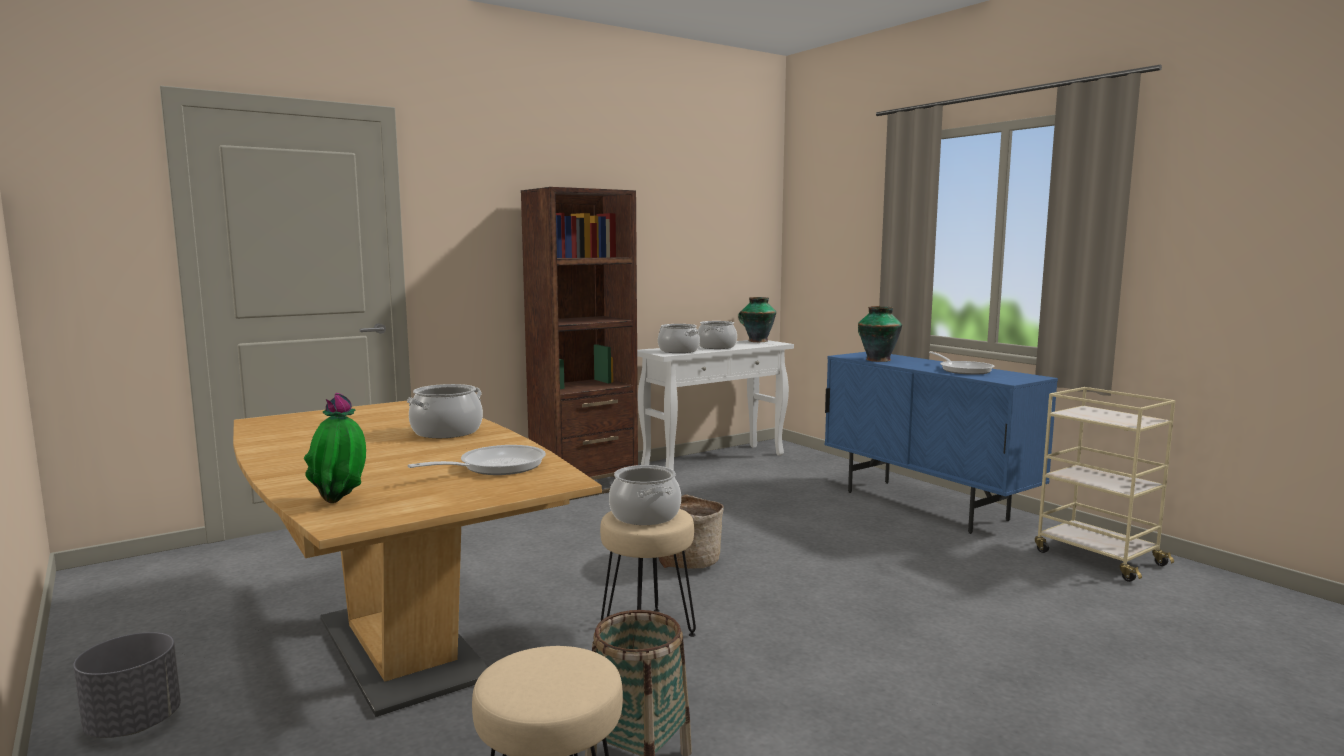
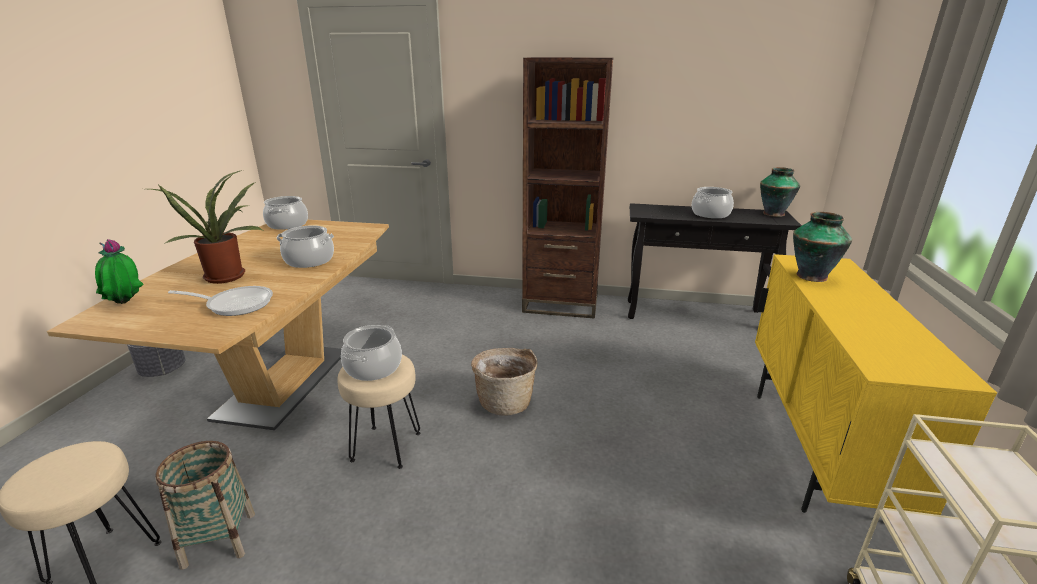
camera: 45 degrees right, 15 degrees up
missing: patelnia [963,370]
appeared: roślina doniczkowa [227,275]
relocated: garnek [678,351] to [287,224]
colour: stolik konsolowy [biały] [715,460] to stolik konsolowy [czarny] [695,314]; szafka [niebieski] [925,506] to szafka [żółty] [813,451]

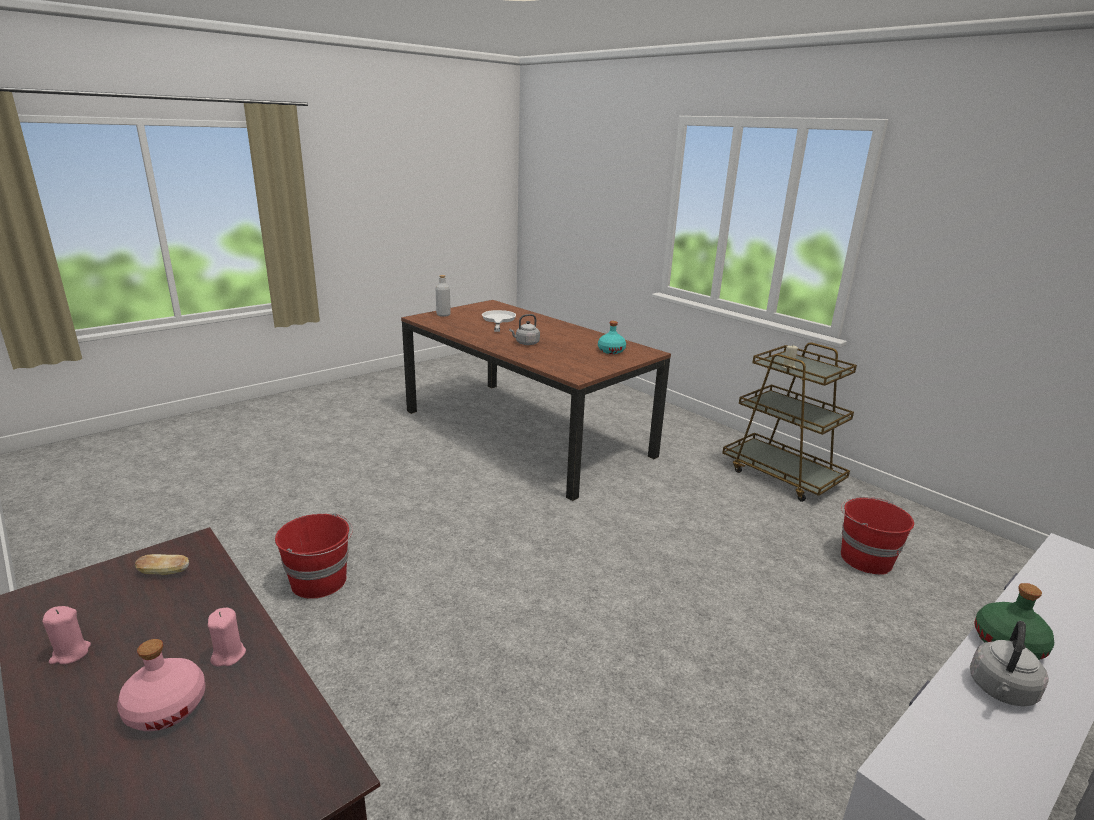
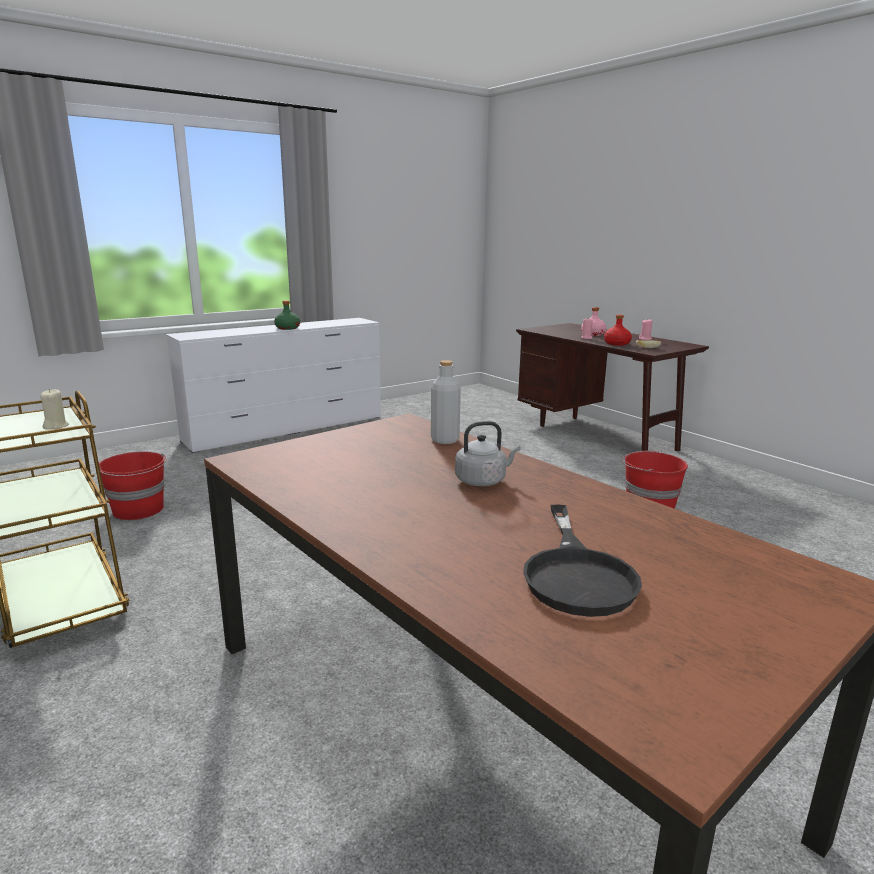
camera: 175 degrees left, 5 degrees down
missing: butelka [turkusowy] [611,351]; czajnik [szary] [1000,691]
appeared: butelka [czerwony] [616,344]
relocated: butelka [szary] [443,315] to [445,440]
colour: patelnia [biały] [498,320] to patelnia [czarny] [577,573]

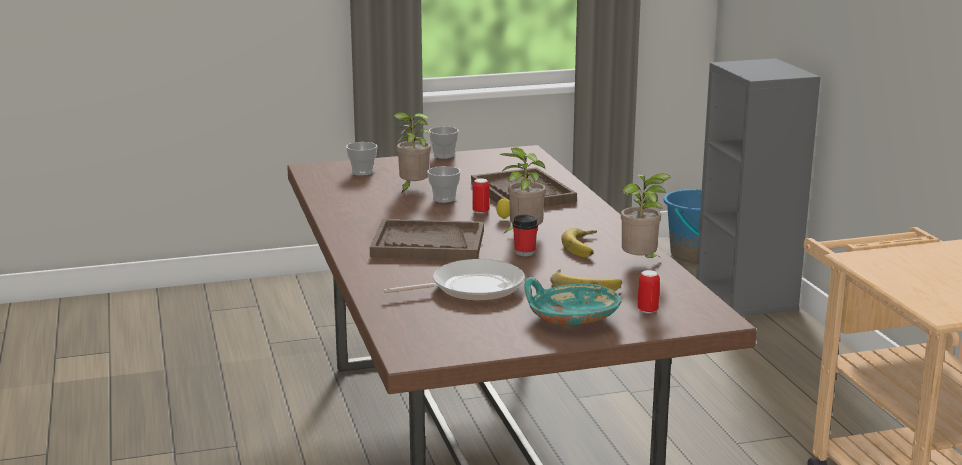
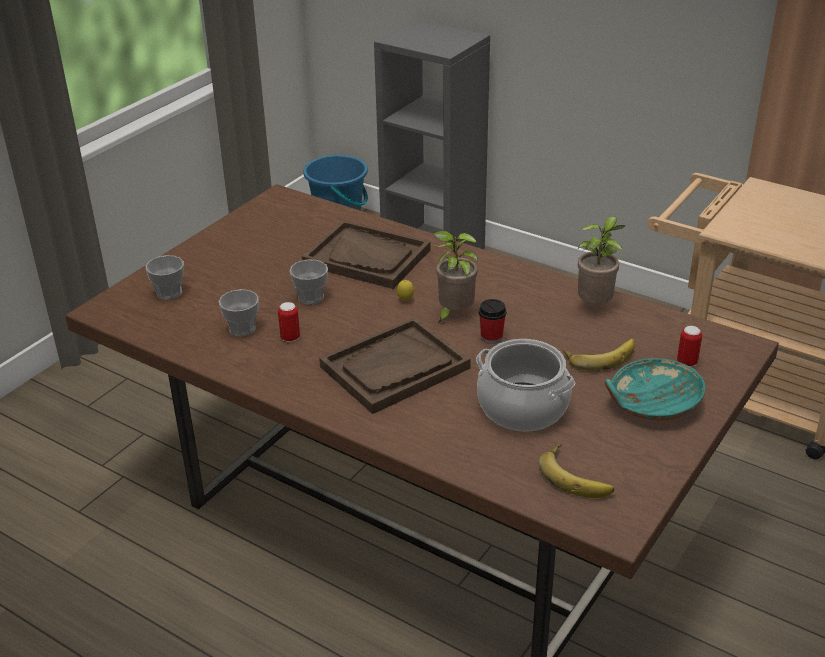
camera: 40 degrees left, 15 degrees up
missing: roślina doniczkowa [412,189]
relocated: filiżanka [444,156] to [242,329]; puszka [480,211] to [290,338]; banan [586,247] to [577,476]
exchanged: patelnia [471,287] to garnek [522,408]

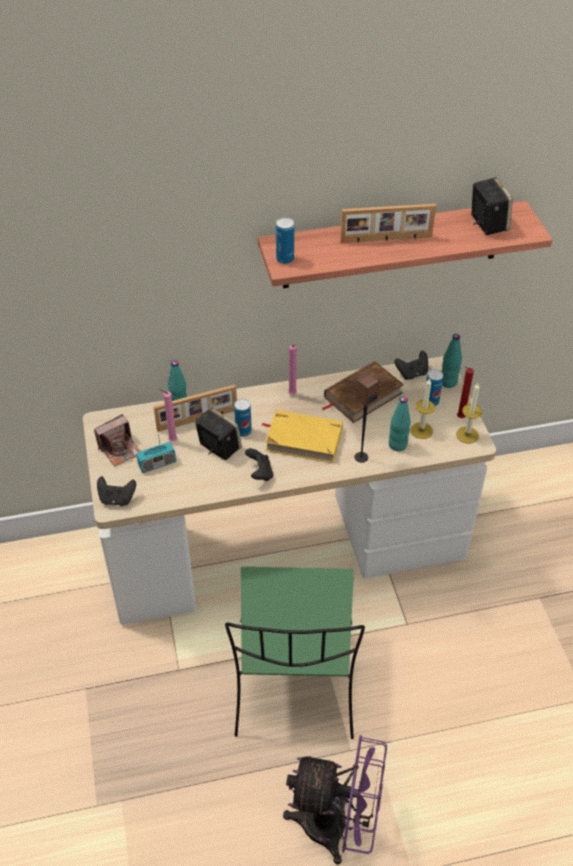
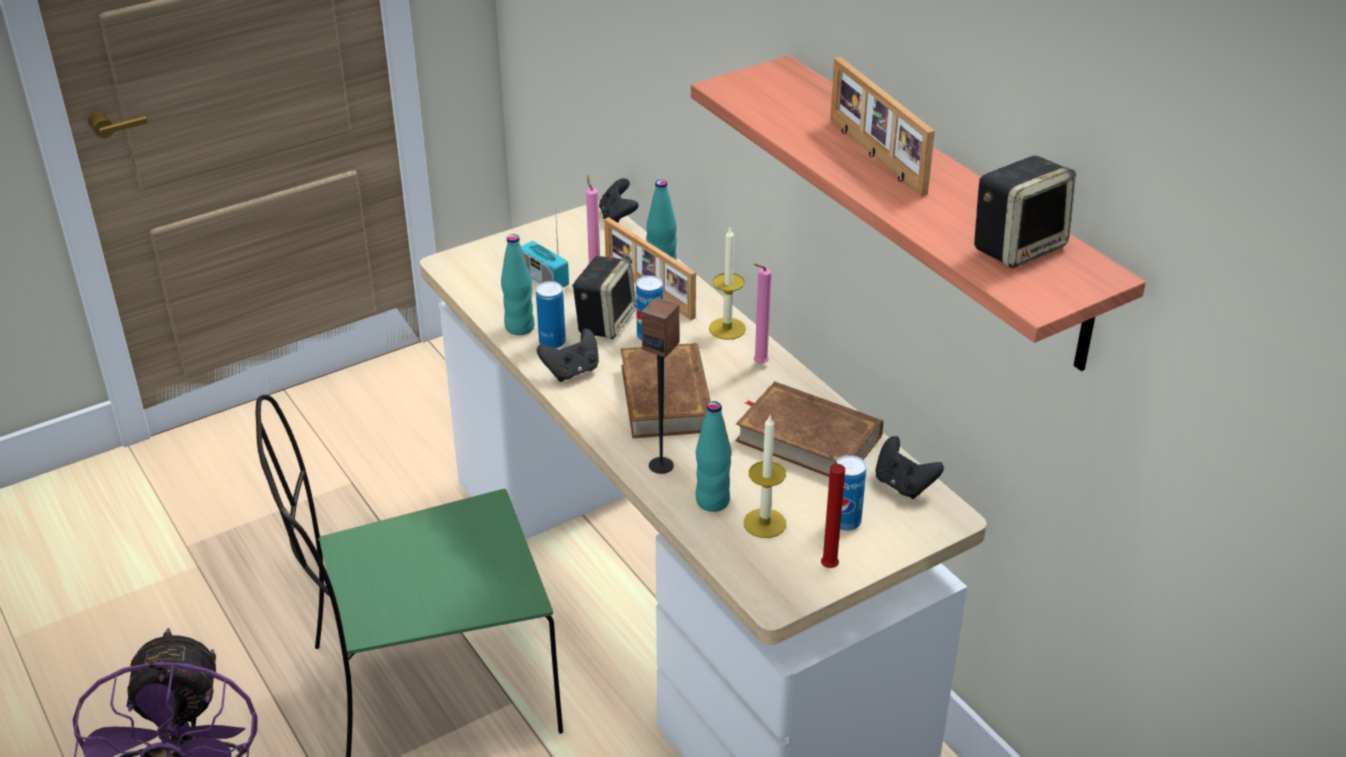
camera: 70 degrees right, 10 degrees down
missing: aparat fotograficzny [120,449]
relocated: pad do gier [czarny] [117,499] to [617,217]; puszka [285,259] to [552,342]; butelka [turkusowy] [448,382] to [519,327]; świeca [467,435] to [727,328]
colour: książka [żółty] [303,439] to książka [brązowy] [667,397]

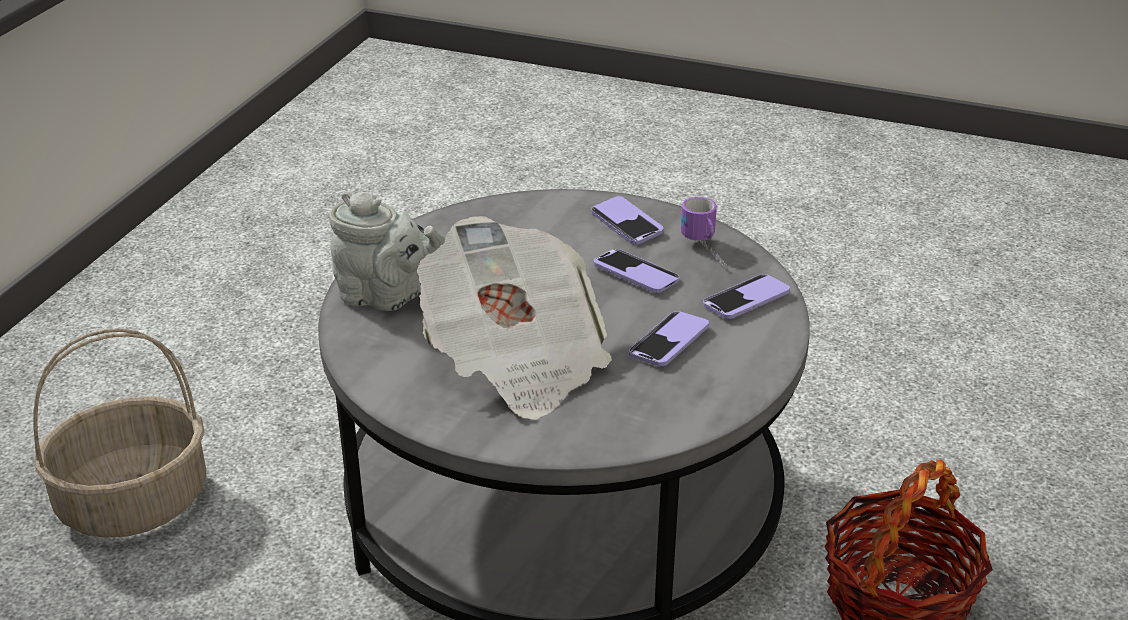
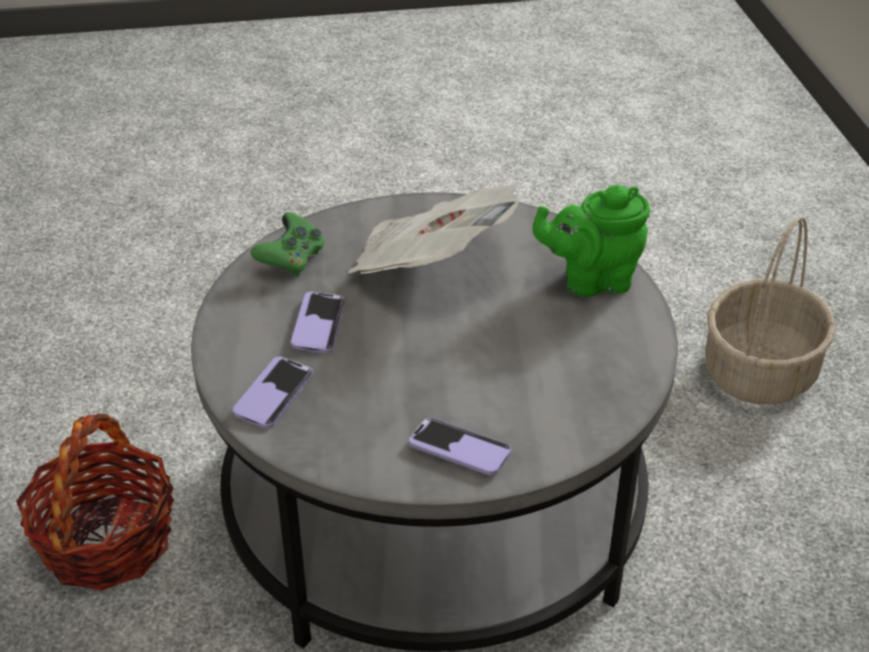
camera: 150 degrees right, 5 degrees up
missing: telefon [635,273]; kubek [706,251]
appeared: pad do gier [zielony] [291,261]
colour: imbryk [szary] [386,296] to imbryk [zielony] [591,280]

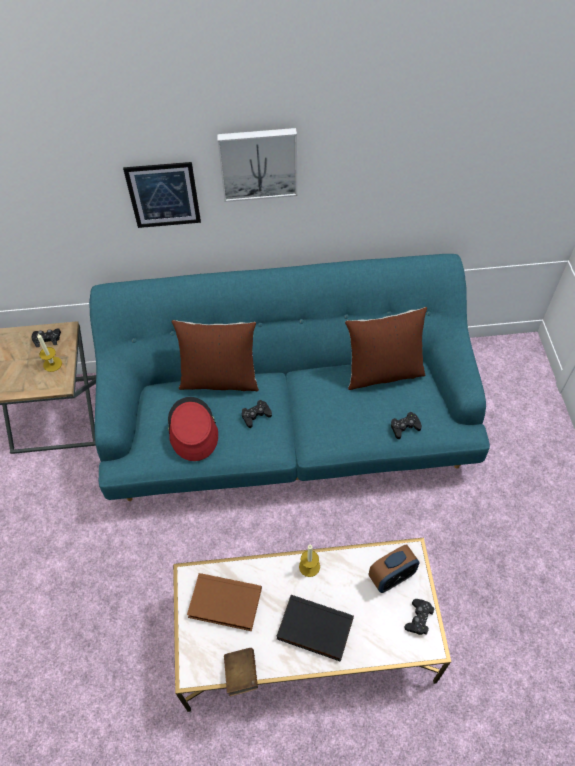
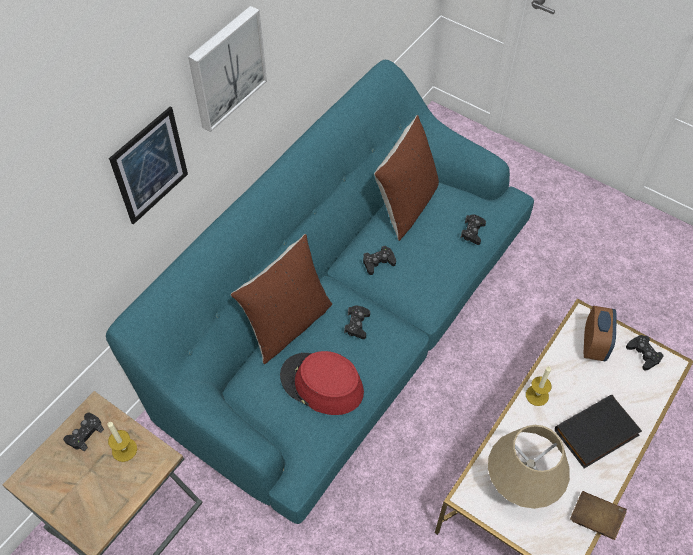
camera: 50 degrees left, 0 degrees up
appeared: pad do gier [czarny] [378,262]
exchanged: książka [brązowy] [224,604] to lampa stołowa [beżowy] [519,486]

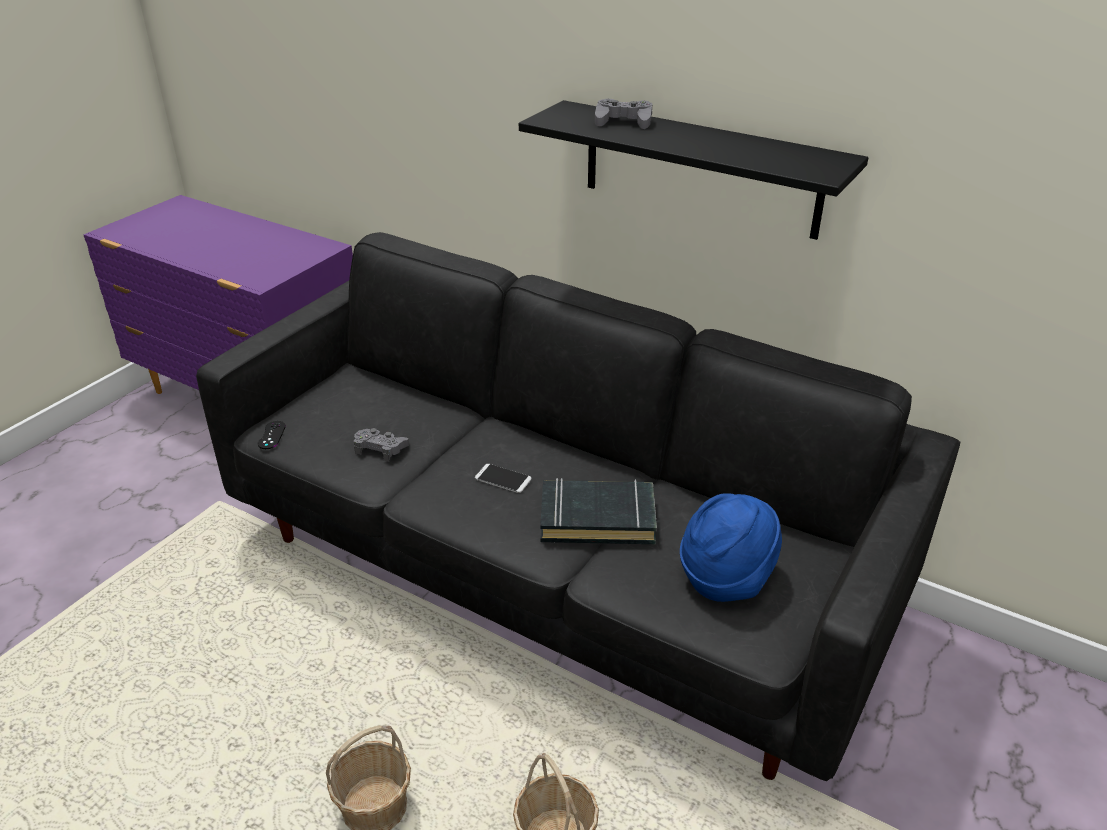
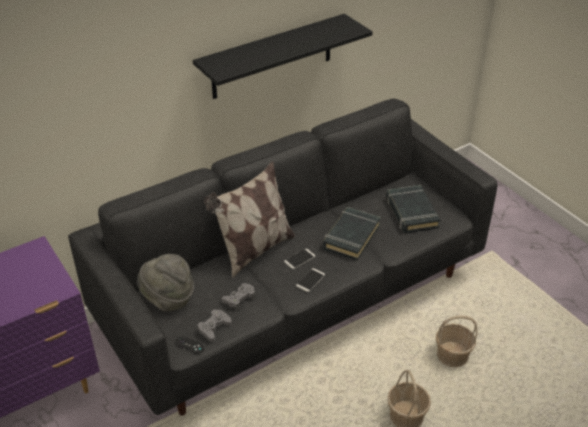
camera: 65 degrees left, 5 degrees up
appeared: kapelusz [szary] [168,299]; poduszka [254,250]; telefon [310,280]
relocated: pad do gier [szary] [623,121] to [214,328]
exchanged: kapelusz [niebieski] [726,576] to książka [czarny] [411,212]

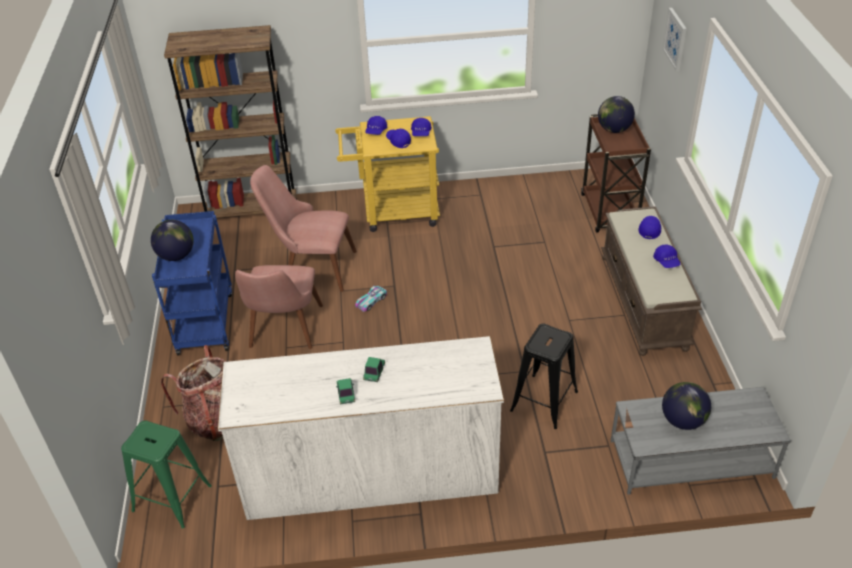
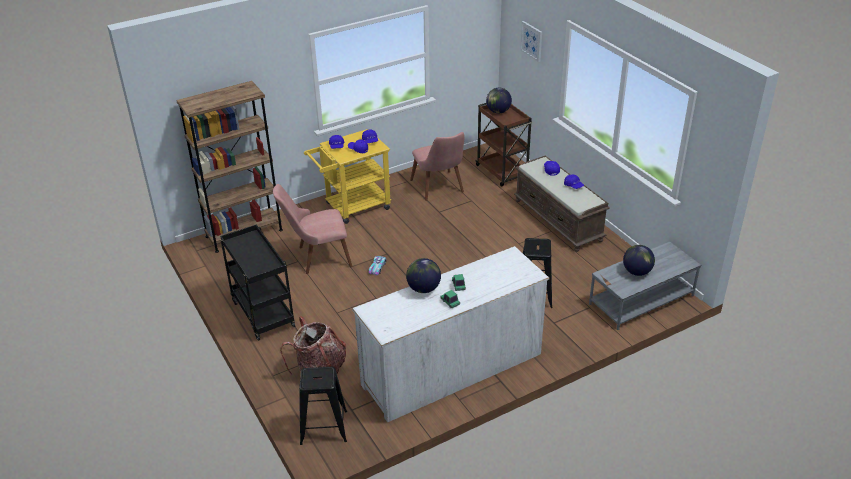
camera: 25 degrees left, 5 degrees down
relocated: globus [176,256] to [423,289]; krzesło [różowy] [284,333] to [440,189]
colour: stołek [zielony] [171,498] to stołek [czarny] [323,427]; wózek [niebieski] [204,321] to wózek [czarny] [262,313]

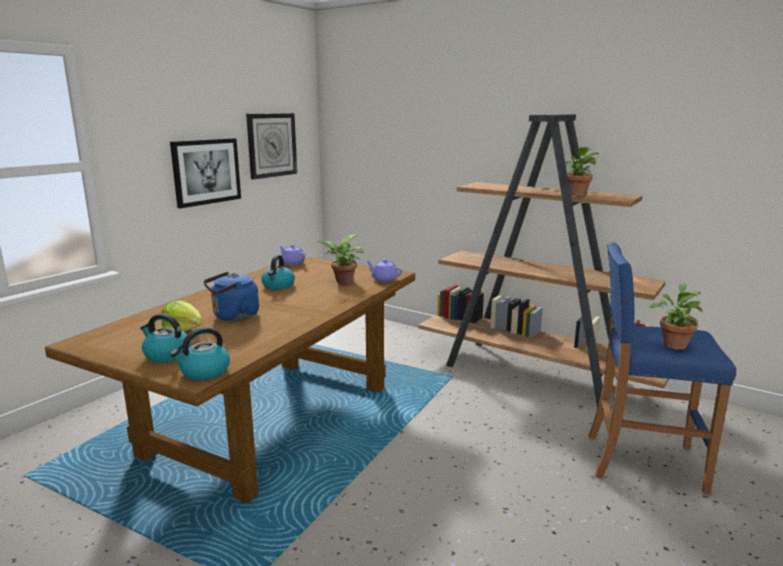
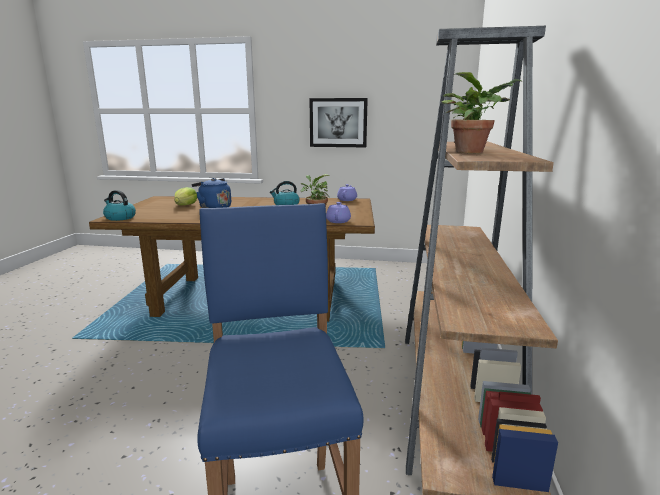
camera: 65 degrees right, 0 degrees up
missing: czajnik [166,355]; zegar ścienny [271,145]; roślina doniczkowa [673,344]

